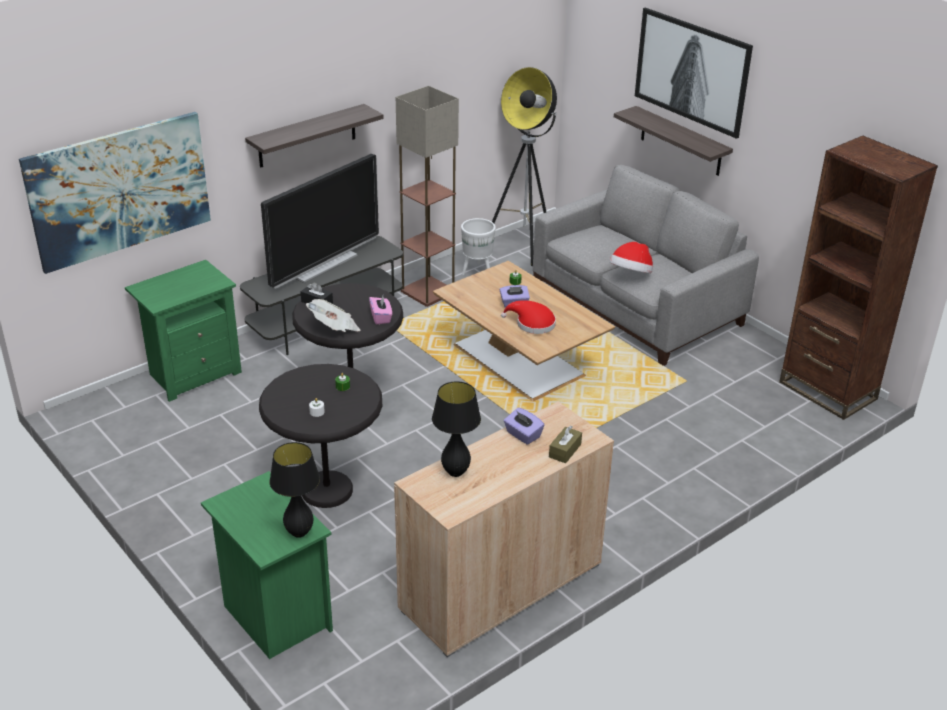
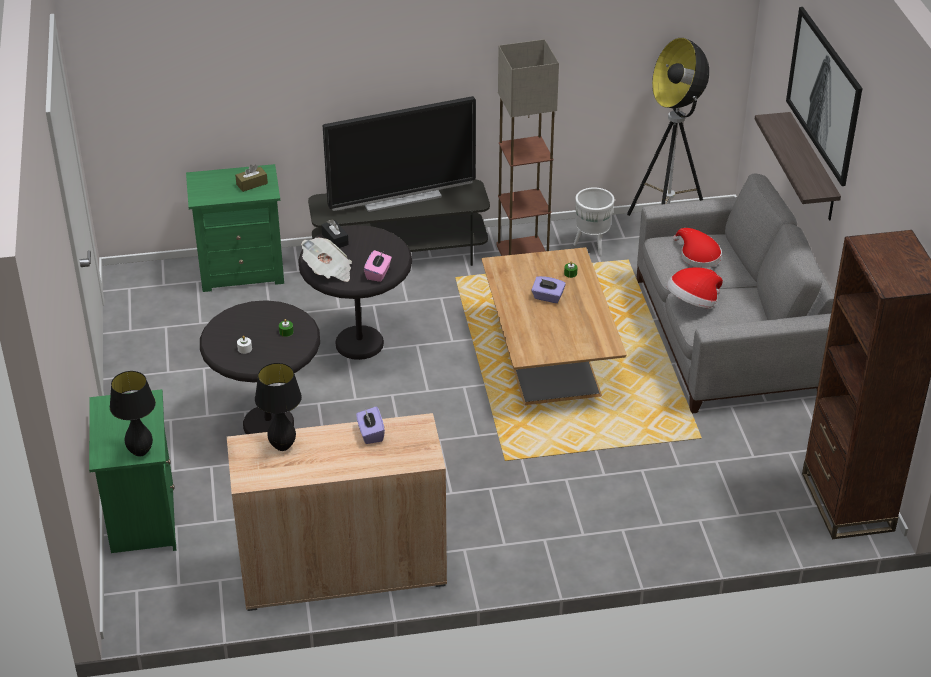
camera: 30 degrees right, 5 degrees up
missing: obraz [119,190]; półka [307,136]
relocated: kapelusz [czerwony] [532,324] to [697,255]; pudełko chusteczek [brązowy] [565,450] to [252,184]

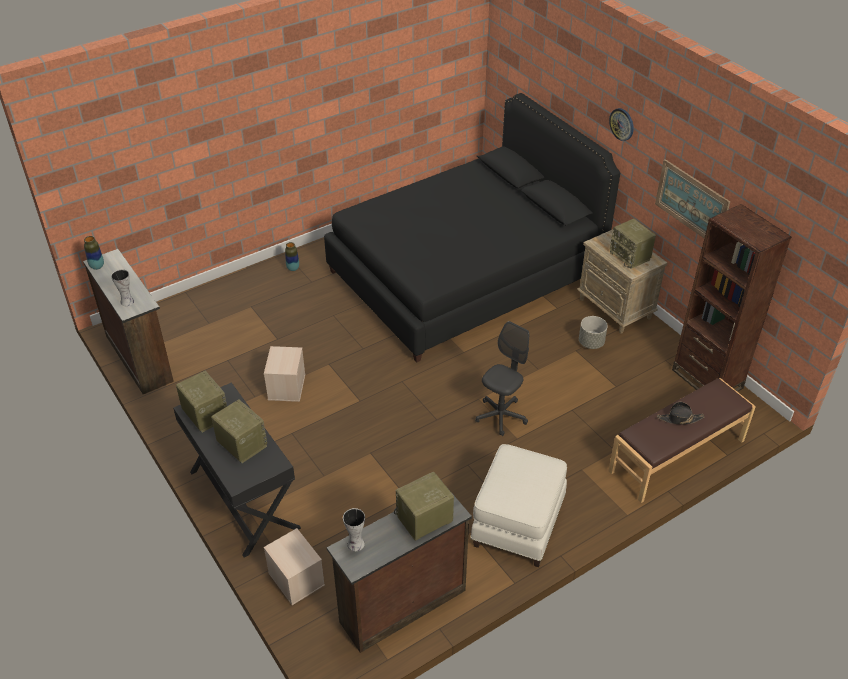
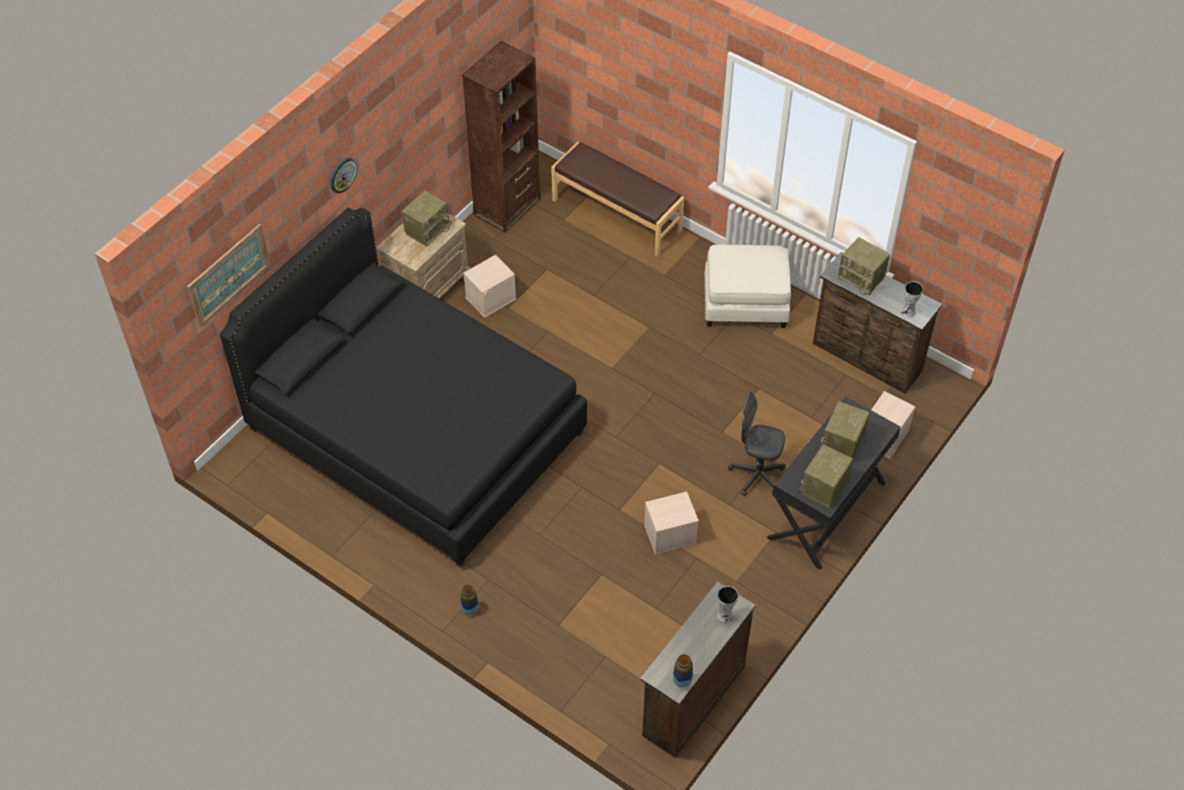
camera: 110 degrees left, 10 degrees up
missing: kapelusz [czarny] [679,419]
relocated: krzesło biurowe [szary] [501,416] to [757,476]; obraz [691,202] to [229,275]
exchanged: donica [szary] [591,343] to pojemnik do przechowywania [beżowy] [491,298]

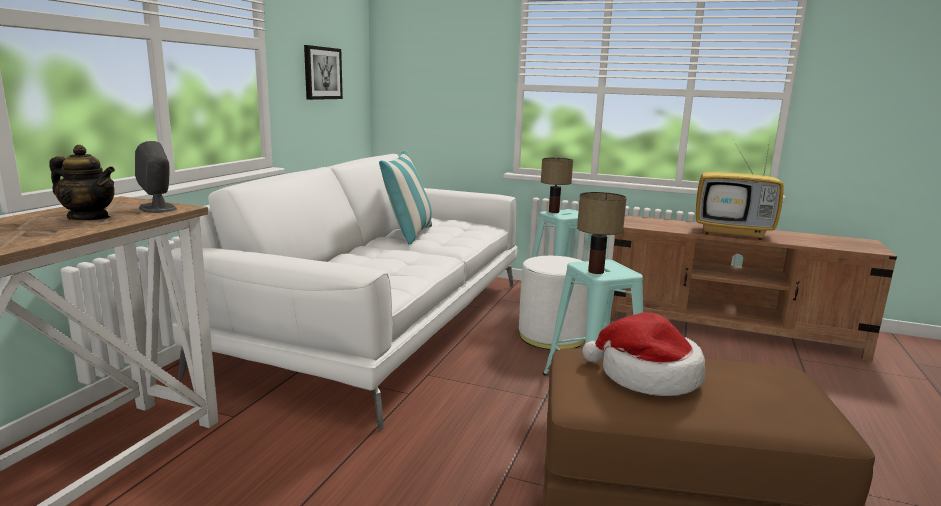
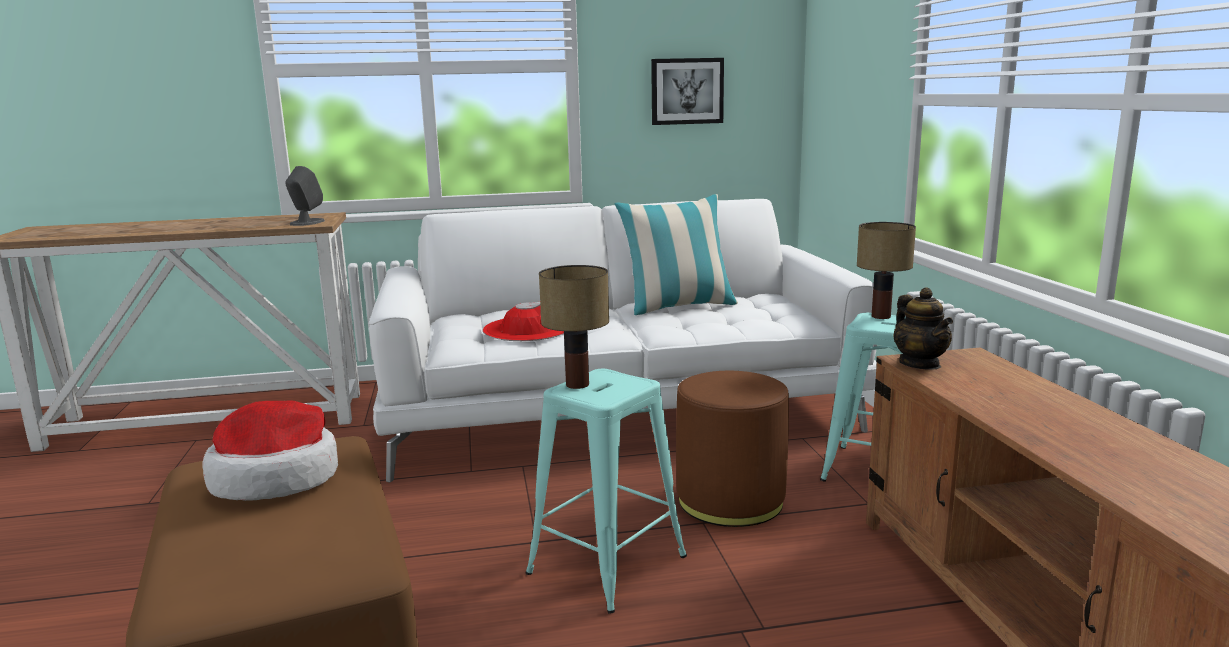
camera: 60 degrees right, 0 degrees up
missing: telewizor [733,233]
appeared: kapelusz [czerwony] [527,329]
relocated: imbryk [89,218] to [920,364]
colour: pufa [biały] [552,336] to pufa [brązowy] [730,500]

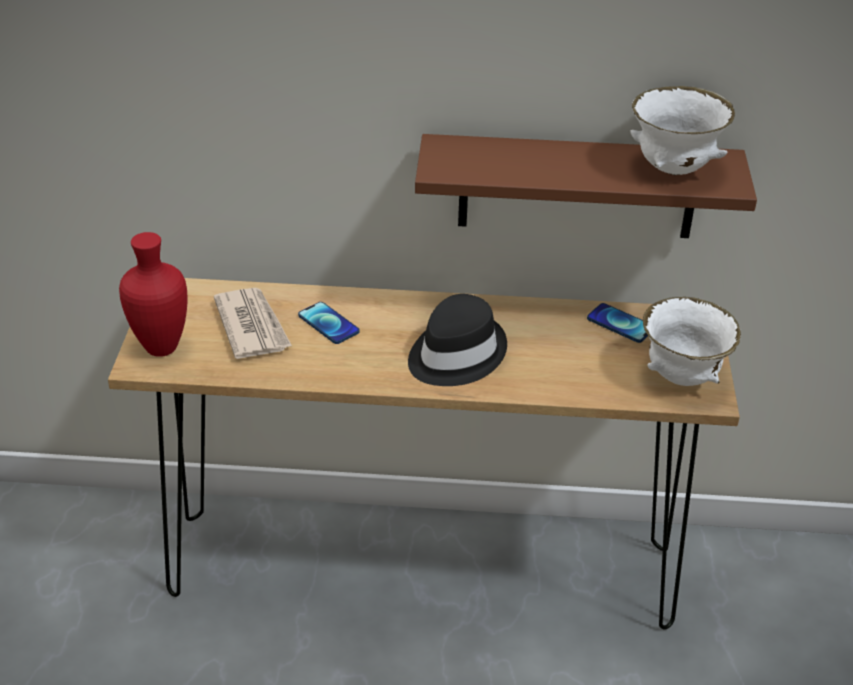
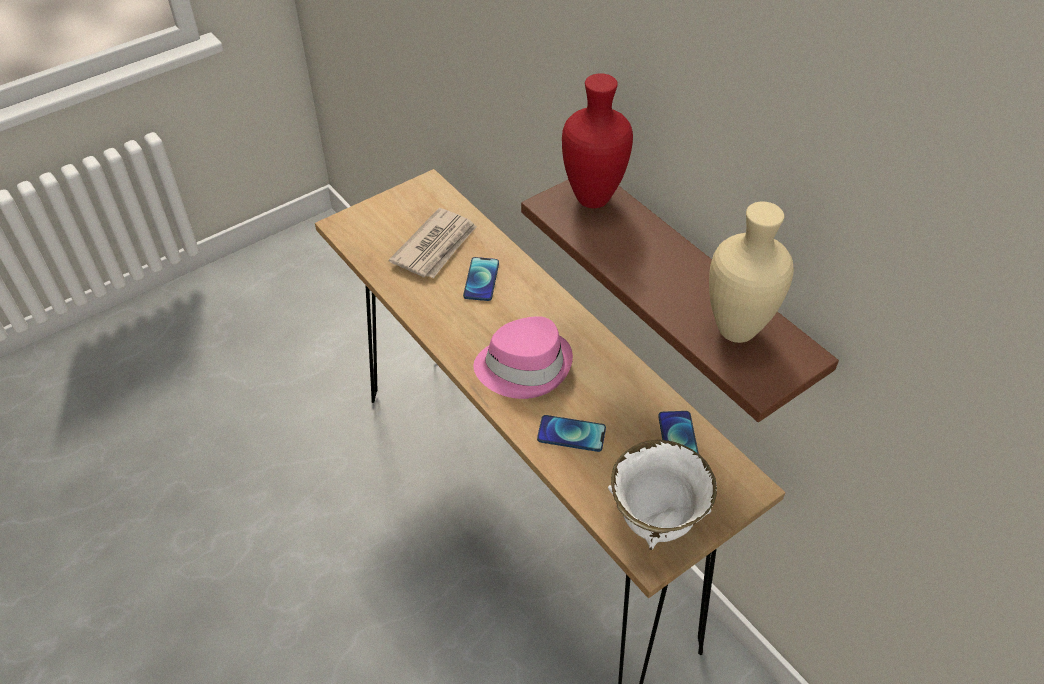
camera: 50 degrees right, 10 degrees up
appeared: telefon [571,434]
relocated: wazon [czerwony] [160,347] to [593,197]
exchanged: miska [biały] [674,169] to wazon [beżowy] [736,332]
colour: kapelusz [czarny] [455,354] to kapelusz [różowy] [524,366]

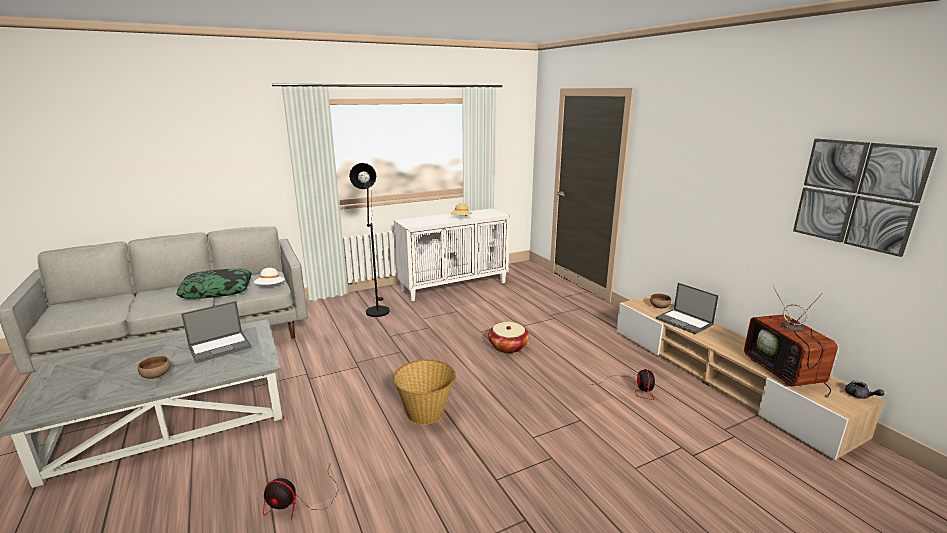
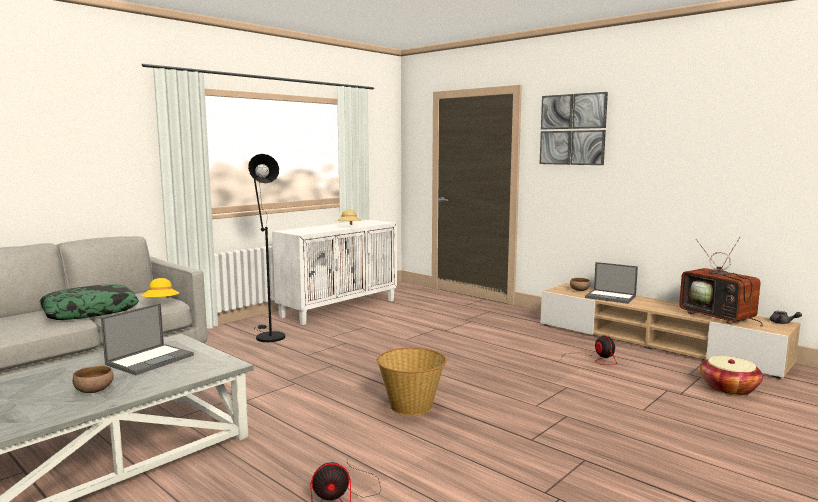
camera: 20 degrees left, 10 degrees down
relocated: koszyk [508,347] to [729,388]; obraz [857,194] to [572,129]
colour: kapelusz [biały] [270,287] to kapelusz [żółty] [161,303]

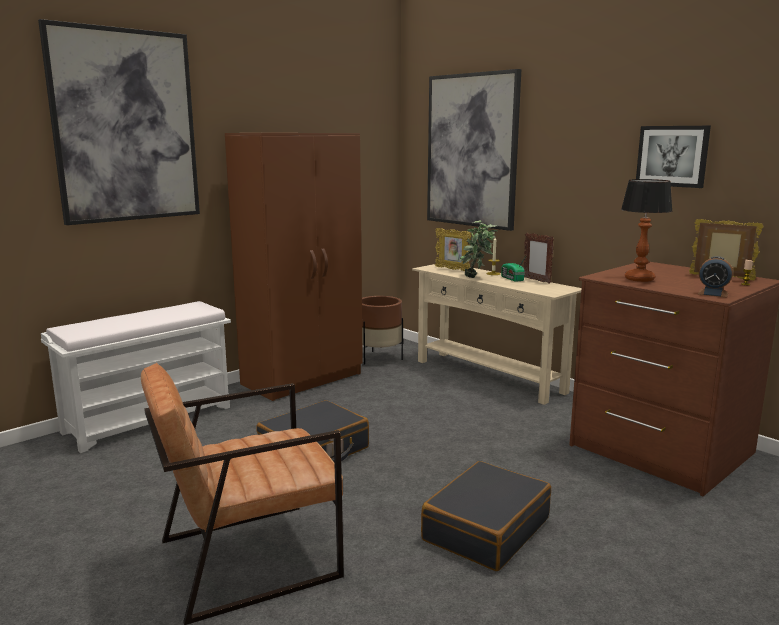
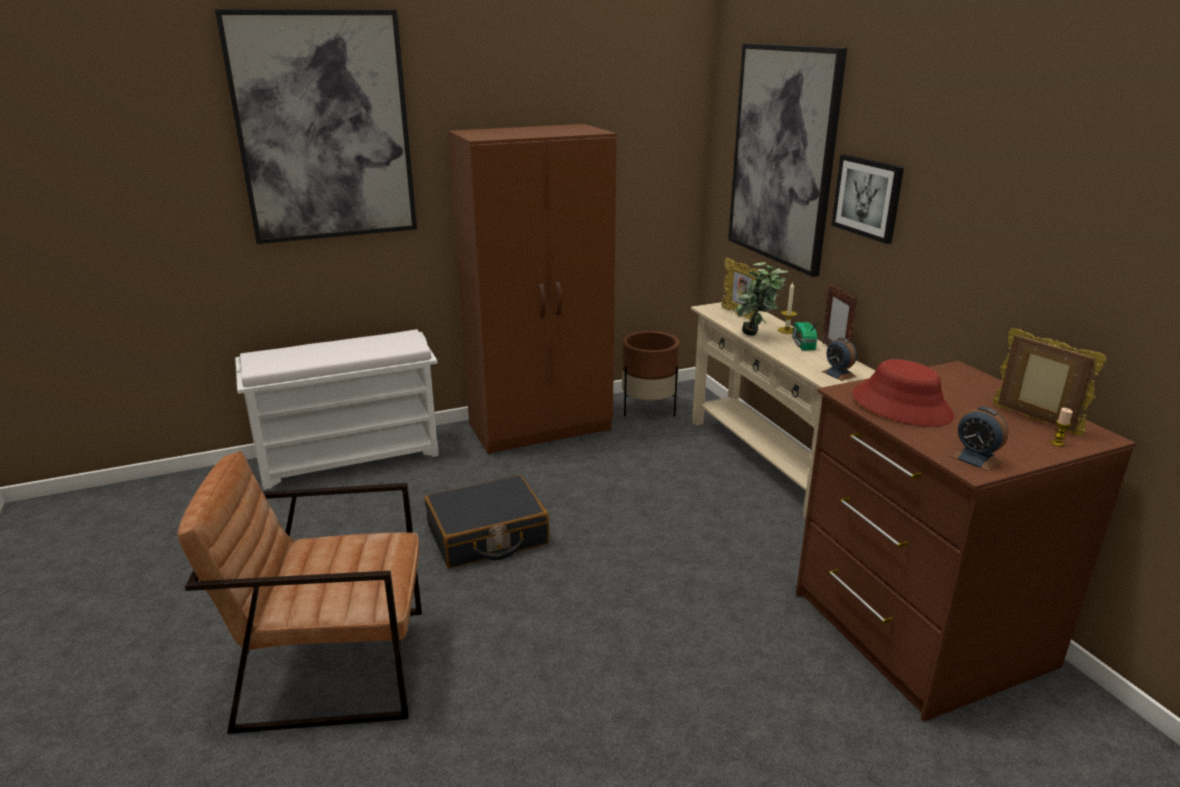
camera: 20 degrees right, 10 degrees up
missing: walizka [czarny] [485,529]
appeared: budzik [838,374]
relocated: obraz [672,156] to [868,197]
exchanged: lampa stołowa [639,279] to kapelusz [czerwony] [901,406]

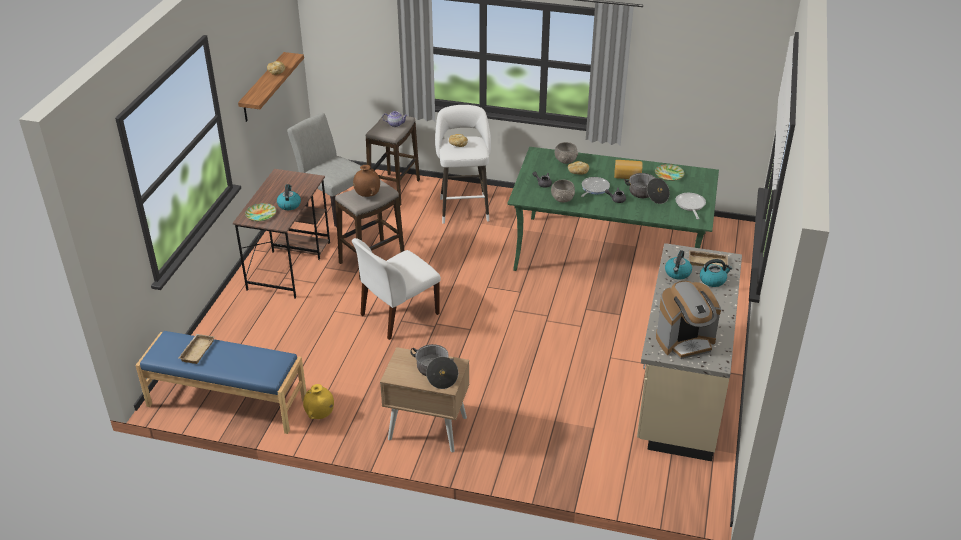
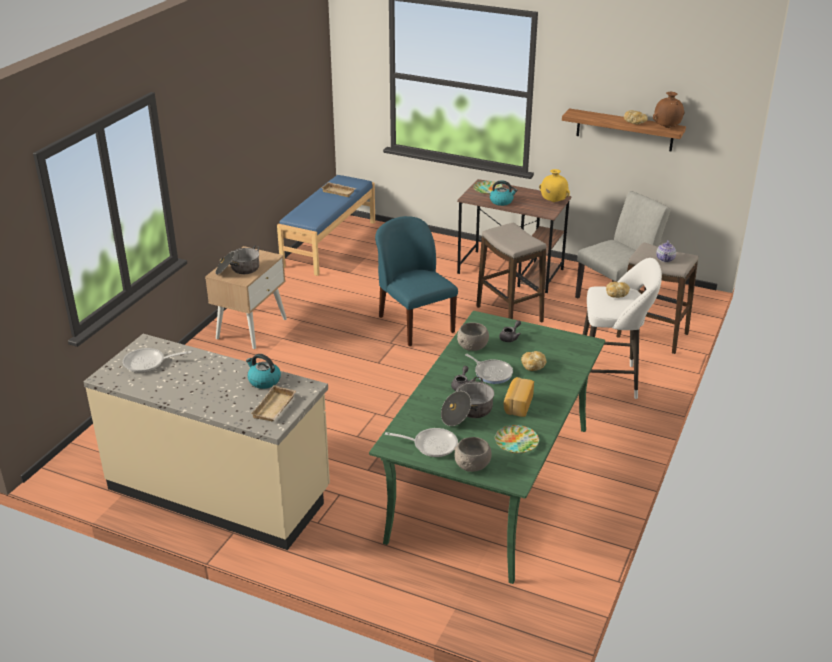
camera: 100 degrees right, 5 degrees down
missing: czajnik [713,280]
relocated: wazon [żółty] [320,415] to [553,202]; wazon [brązowy] [367,195] to [667,127]; miska [szary] [565,160] to [472,465]
exchanged: ekspres do kawy [685,341] to patelnia [148,363]
colour: krzesło [biały] [398,315] to krzesło [niebieski] [415,324]

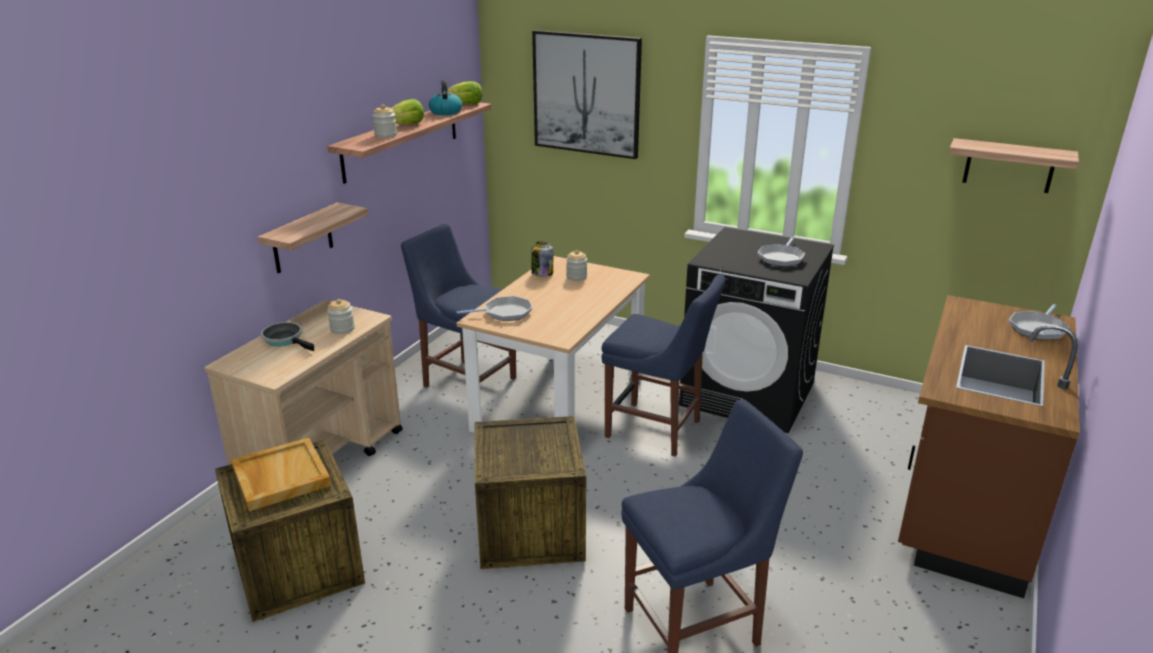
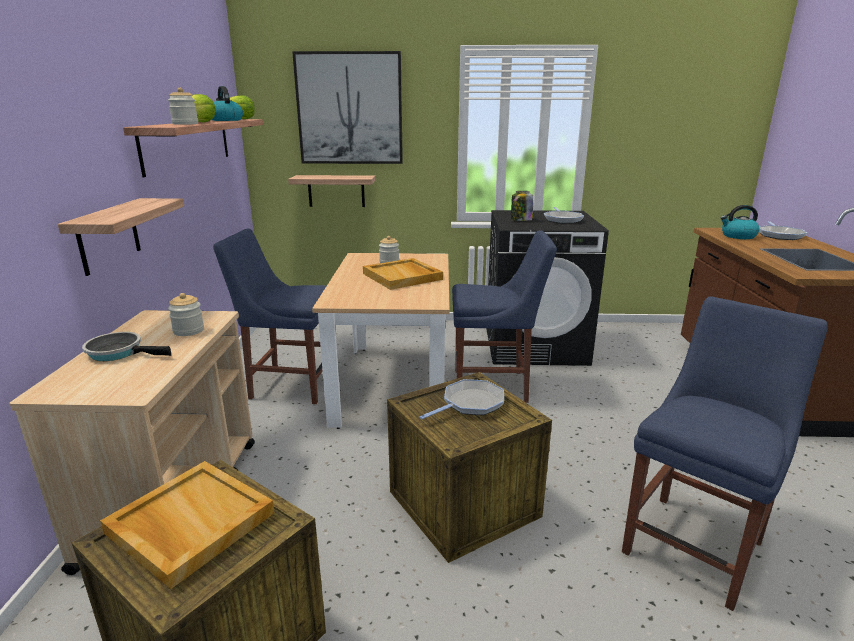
camera: 25 degrees left, 5 degrees down
appeared: taca [beżowy] [403,276]; czajnik [738,236]
relocated: patelnia [505,313] to [470,403]; słoik [542,273] to [521,220]; półka [1009,166] to [336,191]

